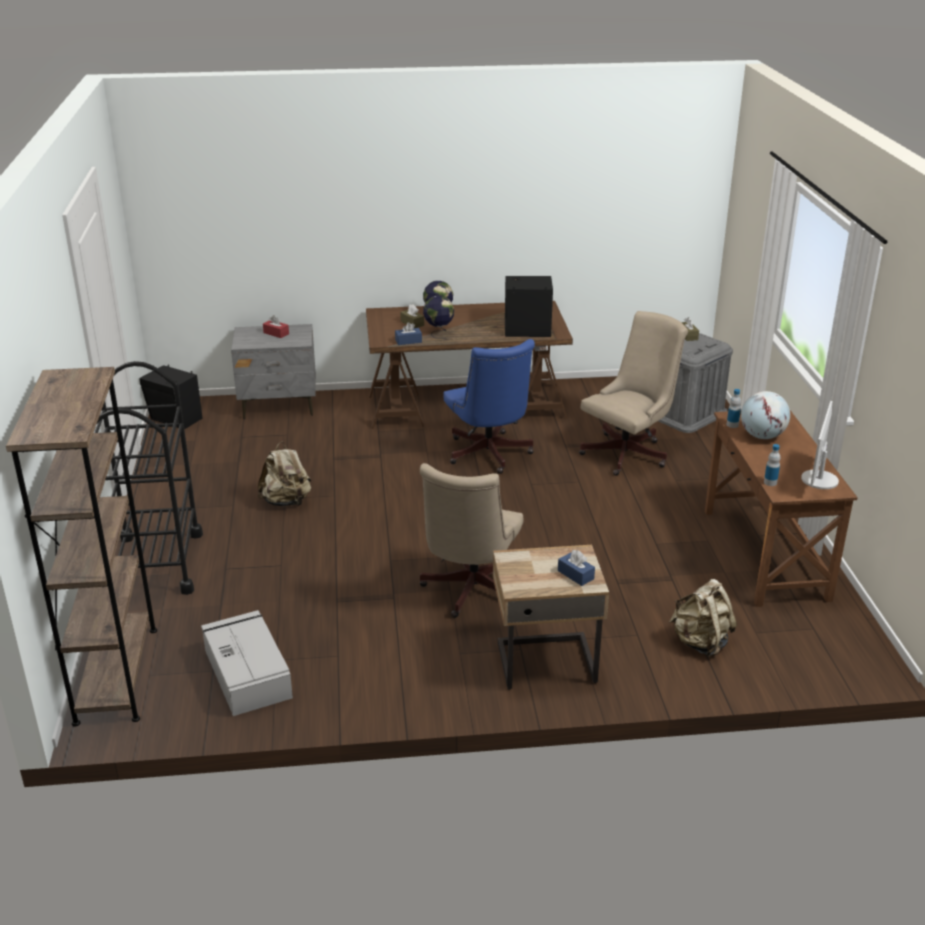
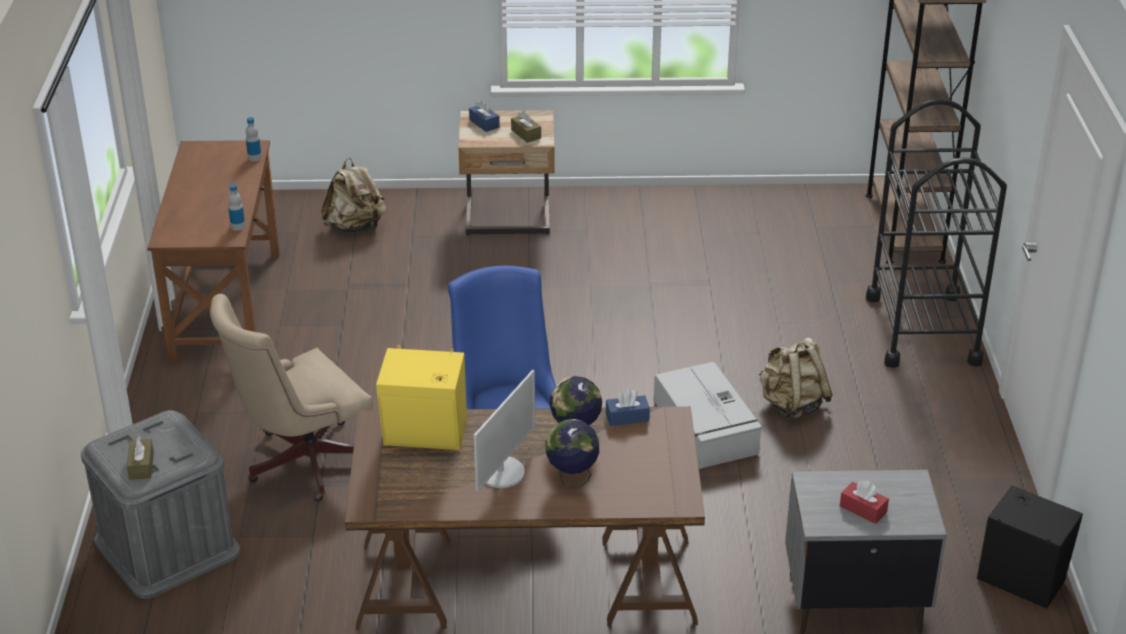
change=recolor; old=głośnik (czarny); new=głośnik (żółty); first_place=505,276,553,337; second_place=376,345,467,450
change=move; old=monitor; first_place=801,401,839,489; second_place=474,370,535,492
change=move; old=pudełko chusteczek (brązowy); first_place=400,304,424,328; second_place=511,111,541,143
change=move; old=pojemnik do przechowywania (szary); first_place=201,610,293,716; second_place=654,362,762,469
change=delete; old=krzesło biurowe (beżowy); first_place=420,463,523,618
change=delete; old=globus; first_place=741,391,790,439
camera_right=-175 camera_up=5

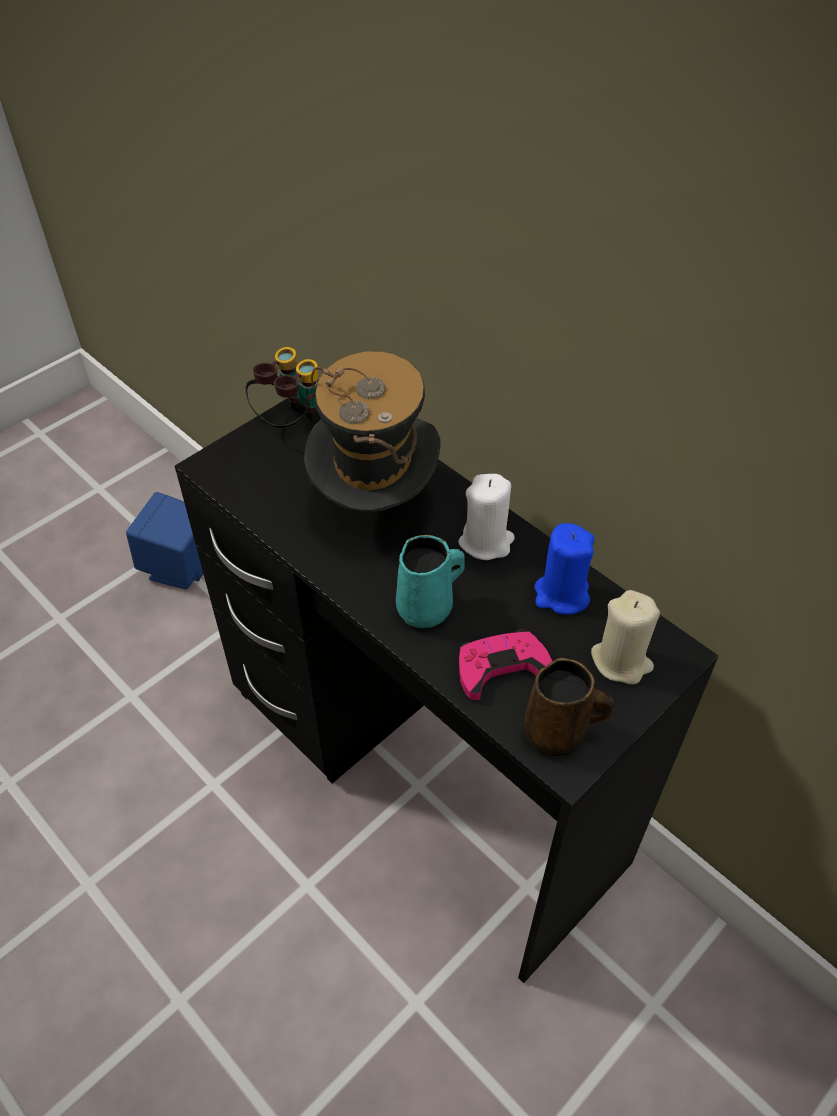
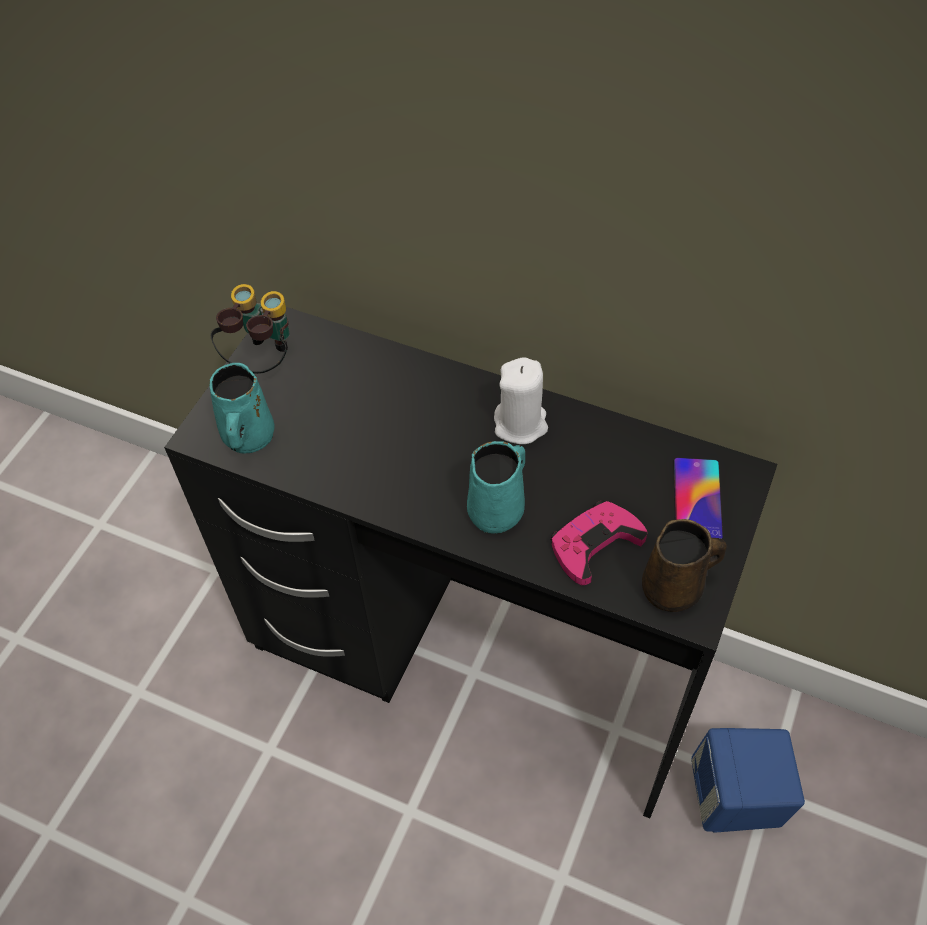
change=insert; new=kubek (turkusowy); second_place=210,363,275,454
change=replace; old=świeca (beżowy); new=telefon; first_place=591,590,660,685; second_place=674,458,723,539
change=move; old=głośnik (niebieski); first_place=126,492,203,589; second_place=691,728,805,833
change=delete; old=kapelusz; first_place=304,352,441,512
change=delete; old=świeca (niebieski); first_place=534,523,595,615
camera_right=-20 camera_up=5

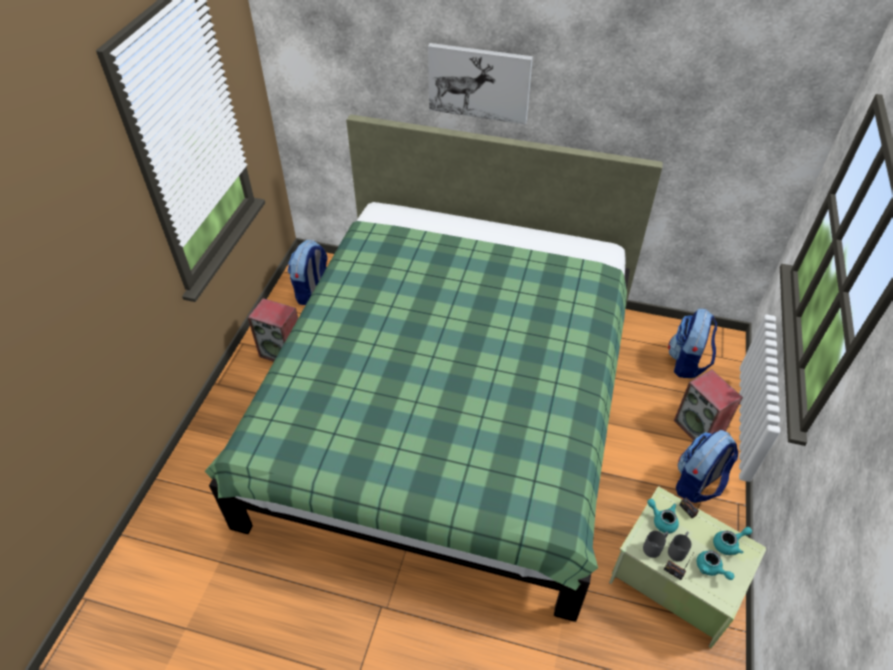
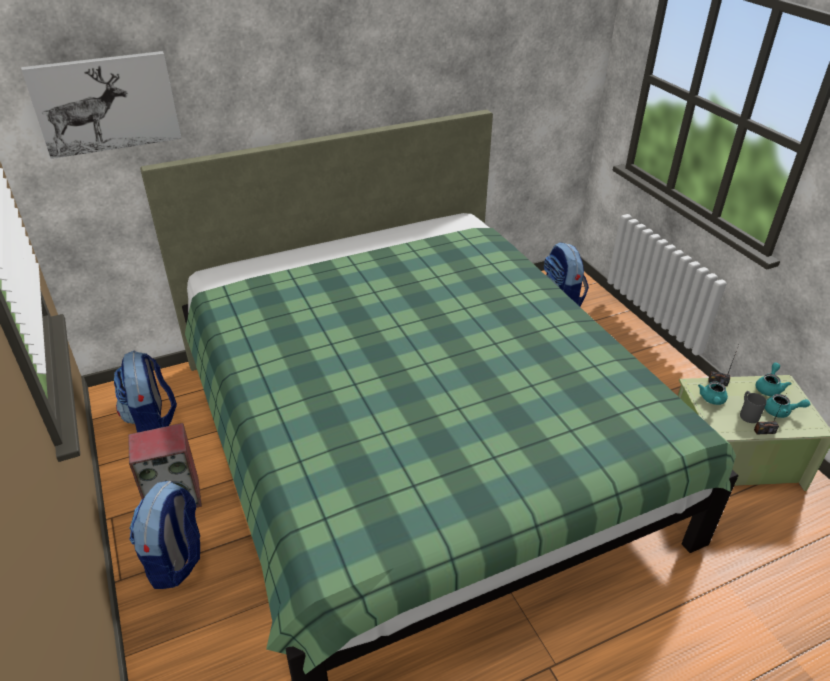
change=move; old=obraz; first_place=428,43,533,124; second_place=21,51,181,159
change=move; old=plecak; first_place=676,430,739,503; second_place=129,481,200,589
change=rotate; old=imbryk (turkusowy); first_place=647,499,679,533; second_place=698,381,728,405; degrees=-75
change=delete; old=kubek (szary); first_place=643,531,668,558
change=delete; old=głośnik; first_place=674,369,743,441
camera_right=-40 camera_up=-10

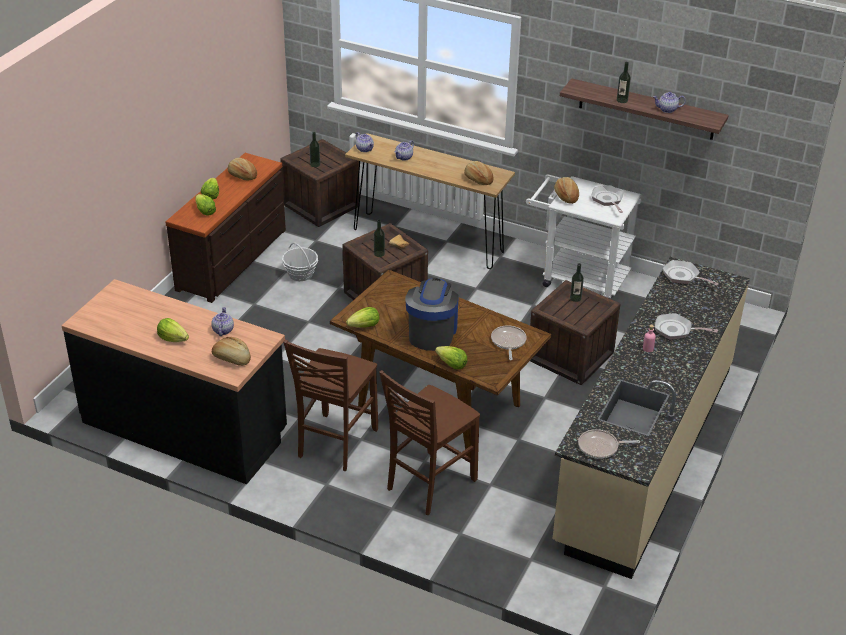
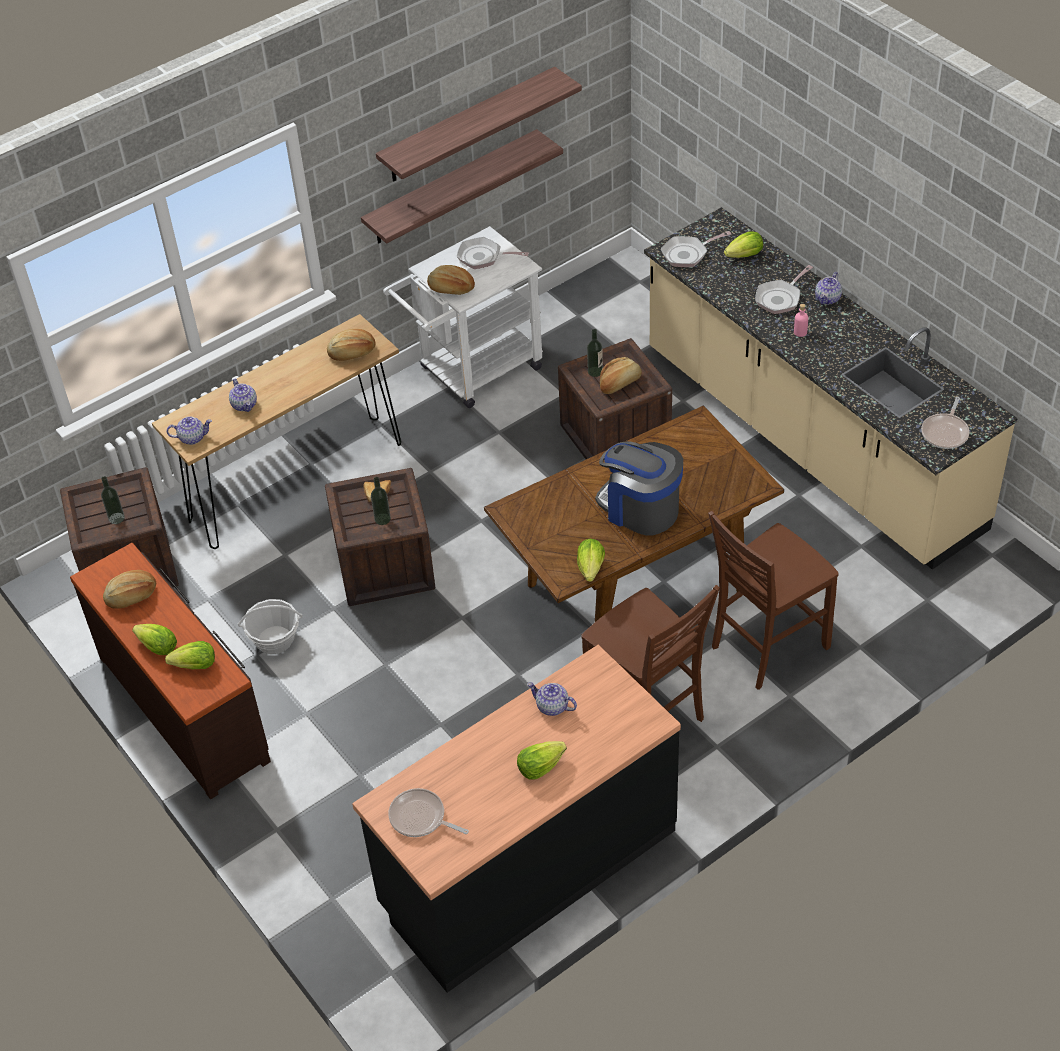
change=insert; new=półka; second_place=361,129,563,244
change=move; old=patelnia; first_place=491,325,527,360; second_place=388,788,469,837
change=move; old=chleb; first_place=212,337,251,366; second_place=600,357,642,394
change=rotate; old=krzesło (brązowy); first_place=379,370,480,515; second_place=708,511,839,690; degrees=75
change=move; old=sałata; first_place=435,346,467,369; second_place=724,231,763,258
change=move; old=imbryk; first_place=653,92,686,113; second_place=815,272,842,304
change=delete; old=butelka; first_place=617,62,631,103
camera_right=-60 camera_up=10

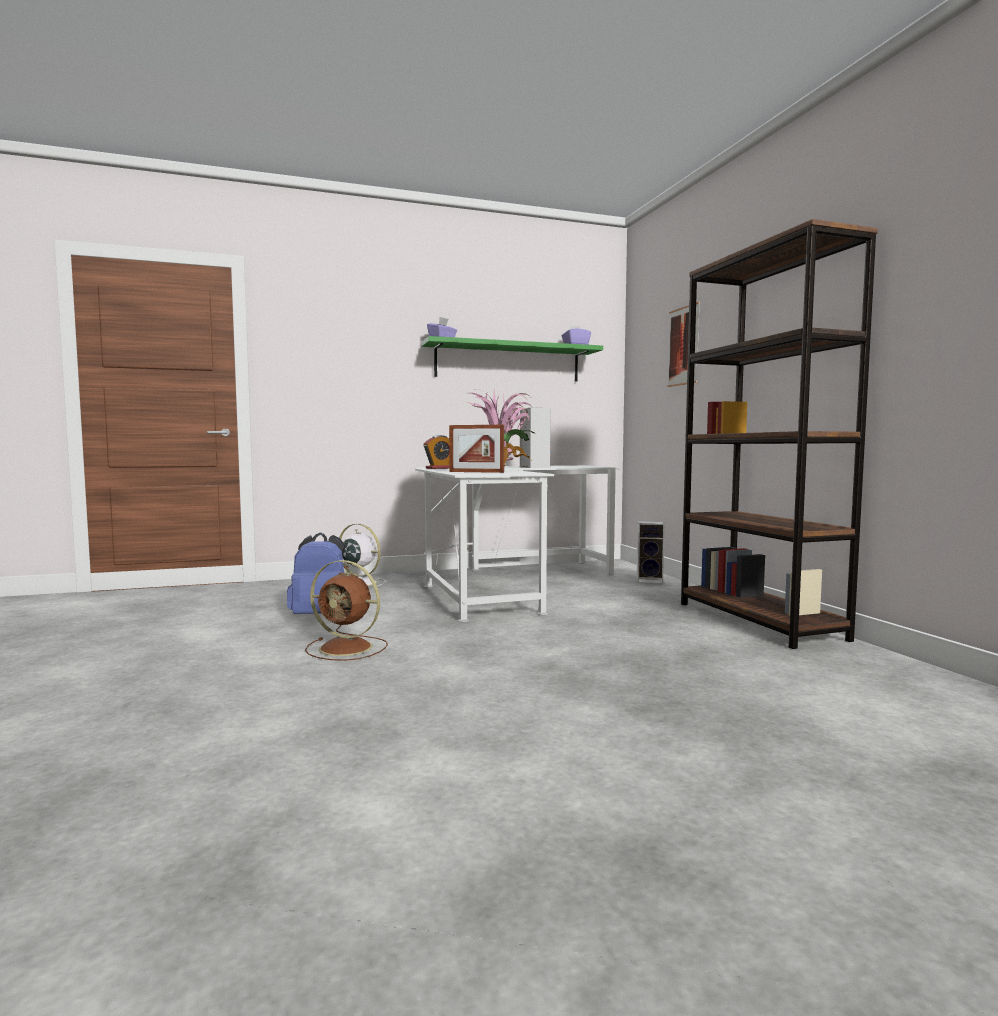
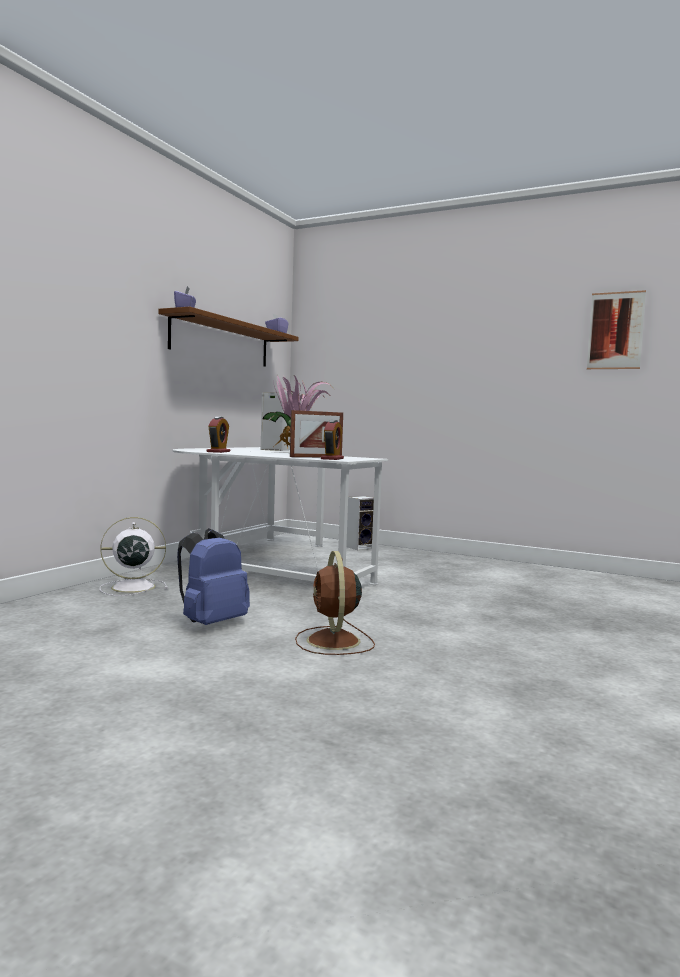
change=recolor; old=półka (zielony); new=półka (brązowy); first_place=421,336,603,382; second_place=158,307,299,367
change=rotate; old=wentylator (brązowy); first_place=305,560,388,661; second_place=295,551,375,655; degrees=105
change=insert; new=budzik; second_place=321,420,344,460
change=move; old=obraz; first_place=667,302,700,387; second_place=587,290,646,369
change=delete; old=regał (brązowy); first_place=681,219,878,649
camera_right=-45 camera_up=0

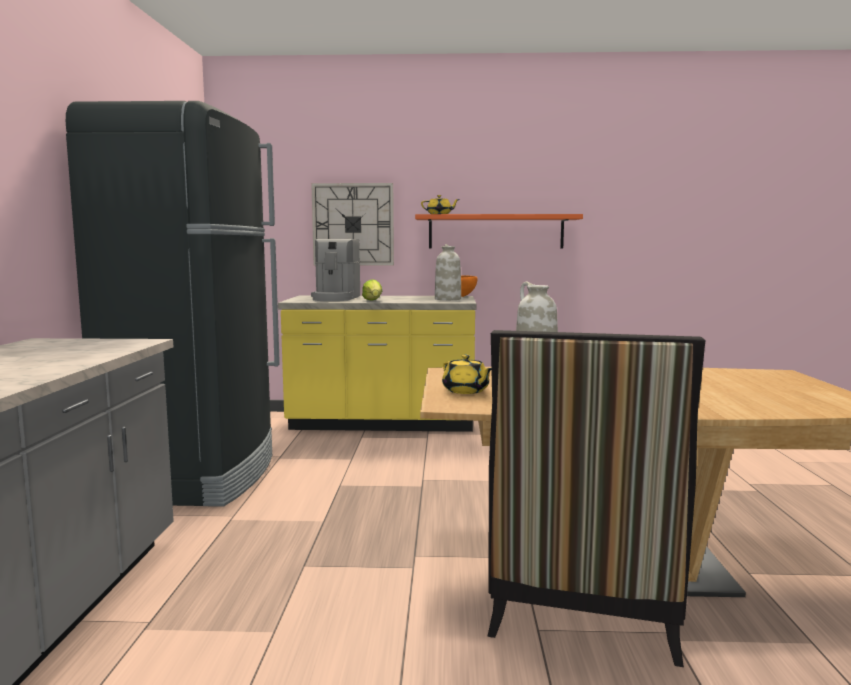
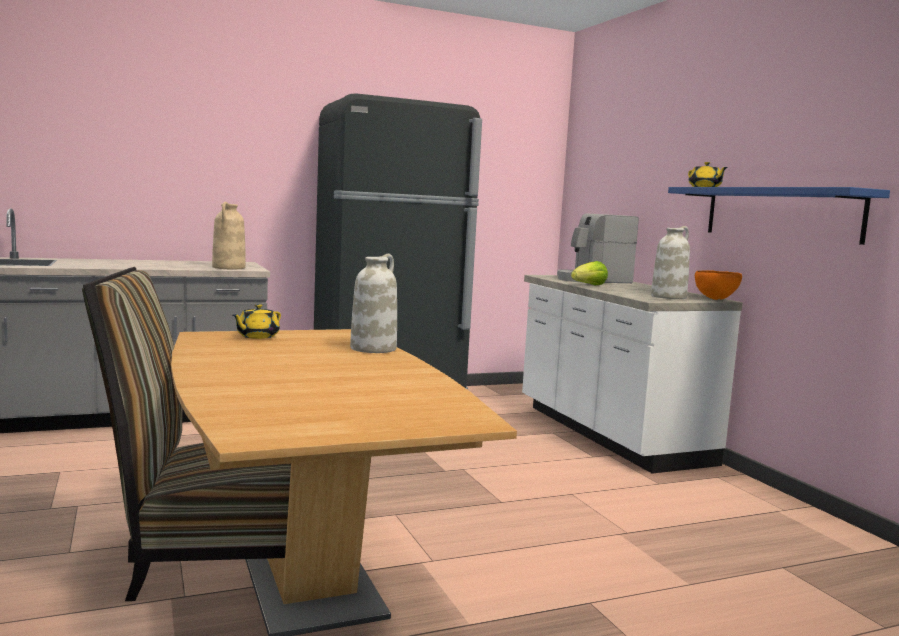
change=insert; new=wazon (beżowy); second_place=212,202,246,269
change=recolor; old=zabudowa kuchenna (żółty); new=zabudowa kuchenna (biały); first_place=278,295,476,432; second_place=522,275,743,474
change=recolor; old=półka (pomarańczowy); new=półka (niebieski); first_place=415,214,583,248; second_place=668,187,890,245
change=delete; old=zegar ścienny; first_place=311,183,394,266
camera_right=65 camera_up=0

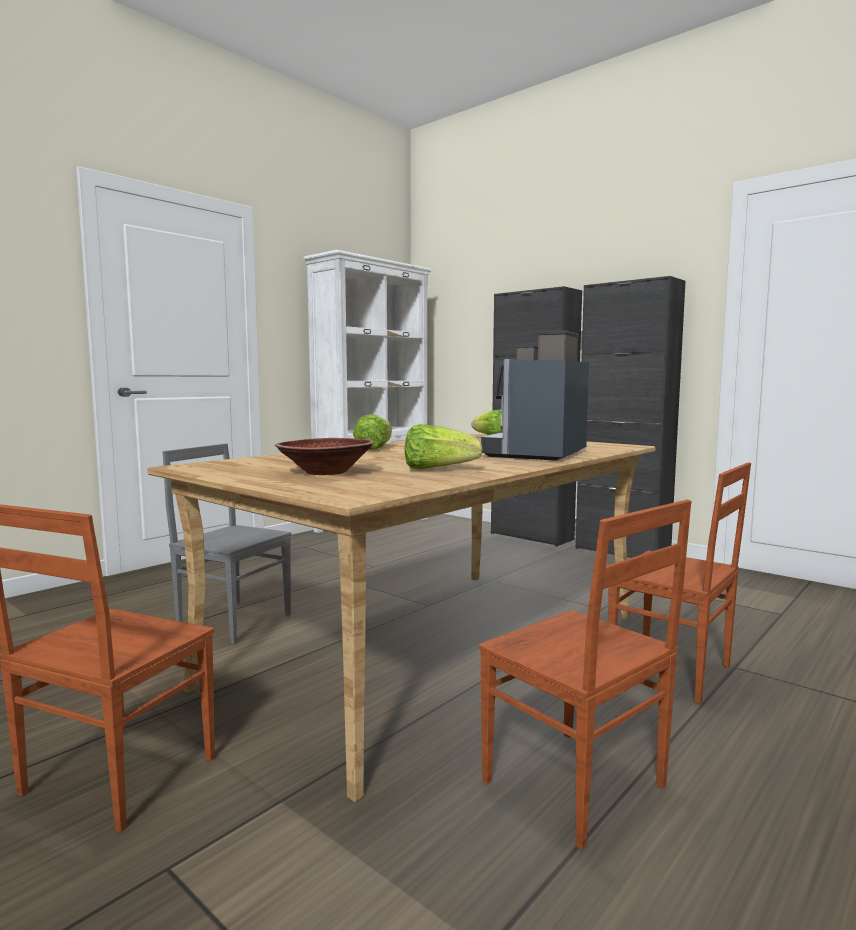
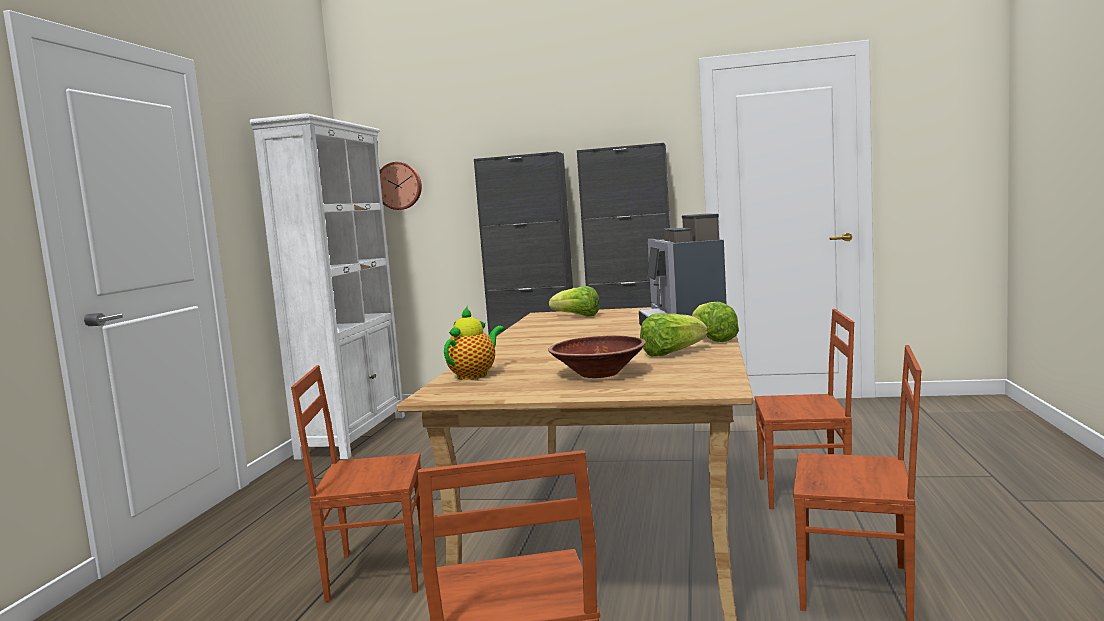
change=recolor; old=krzesło (szary); new=krzesło (brązowy); first_place=162,443,291,644; second_place=291,365,421,602
change=insert; new=zegar ścienny; second_place=380,162,422,210
change=insert; new=imbryk; second_place=444,306,504,380
change=move; old=sałata; first_place=353,414,392,450; second_place=692,302,739,342
camera_right=-30 camera_up=0

